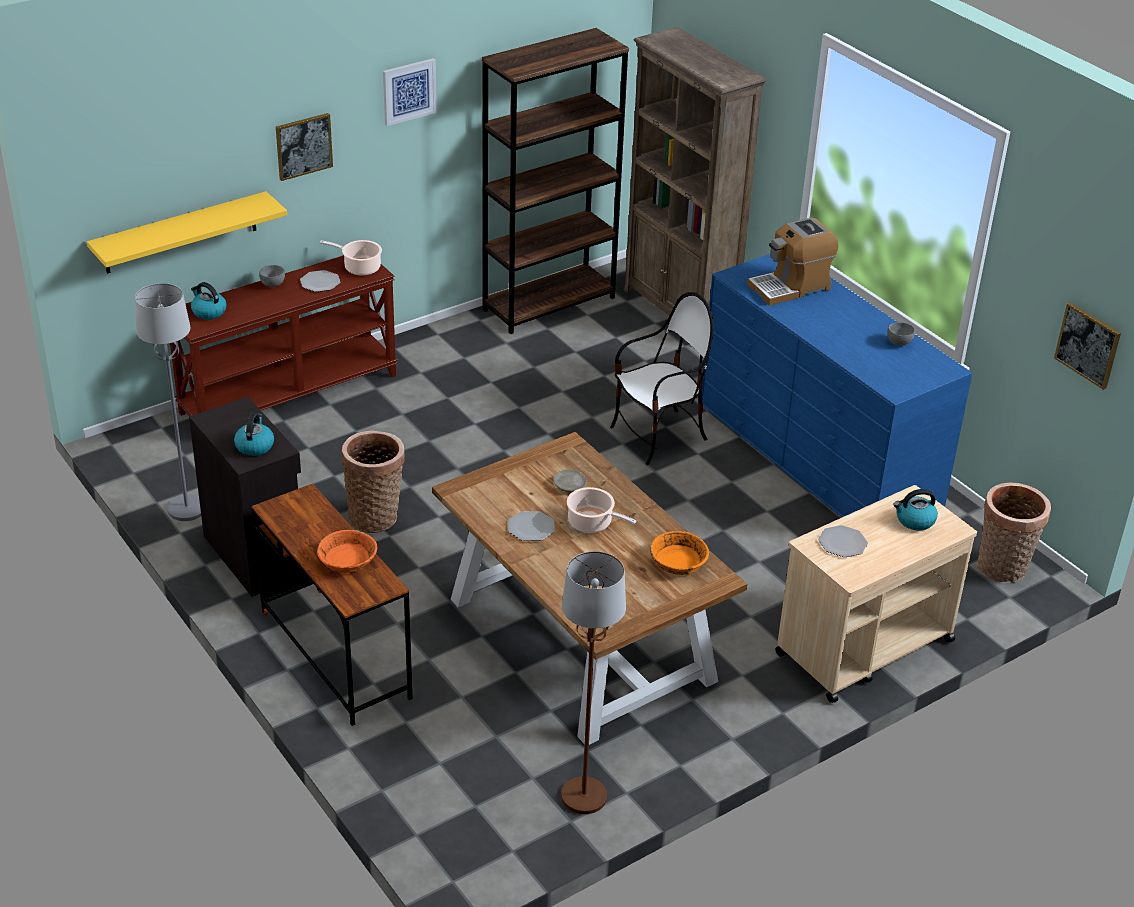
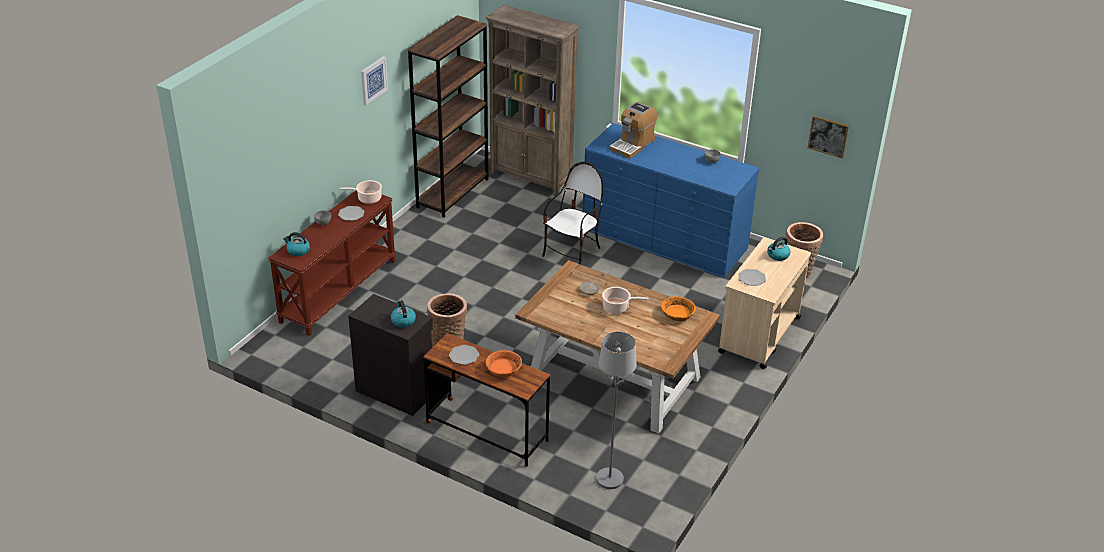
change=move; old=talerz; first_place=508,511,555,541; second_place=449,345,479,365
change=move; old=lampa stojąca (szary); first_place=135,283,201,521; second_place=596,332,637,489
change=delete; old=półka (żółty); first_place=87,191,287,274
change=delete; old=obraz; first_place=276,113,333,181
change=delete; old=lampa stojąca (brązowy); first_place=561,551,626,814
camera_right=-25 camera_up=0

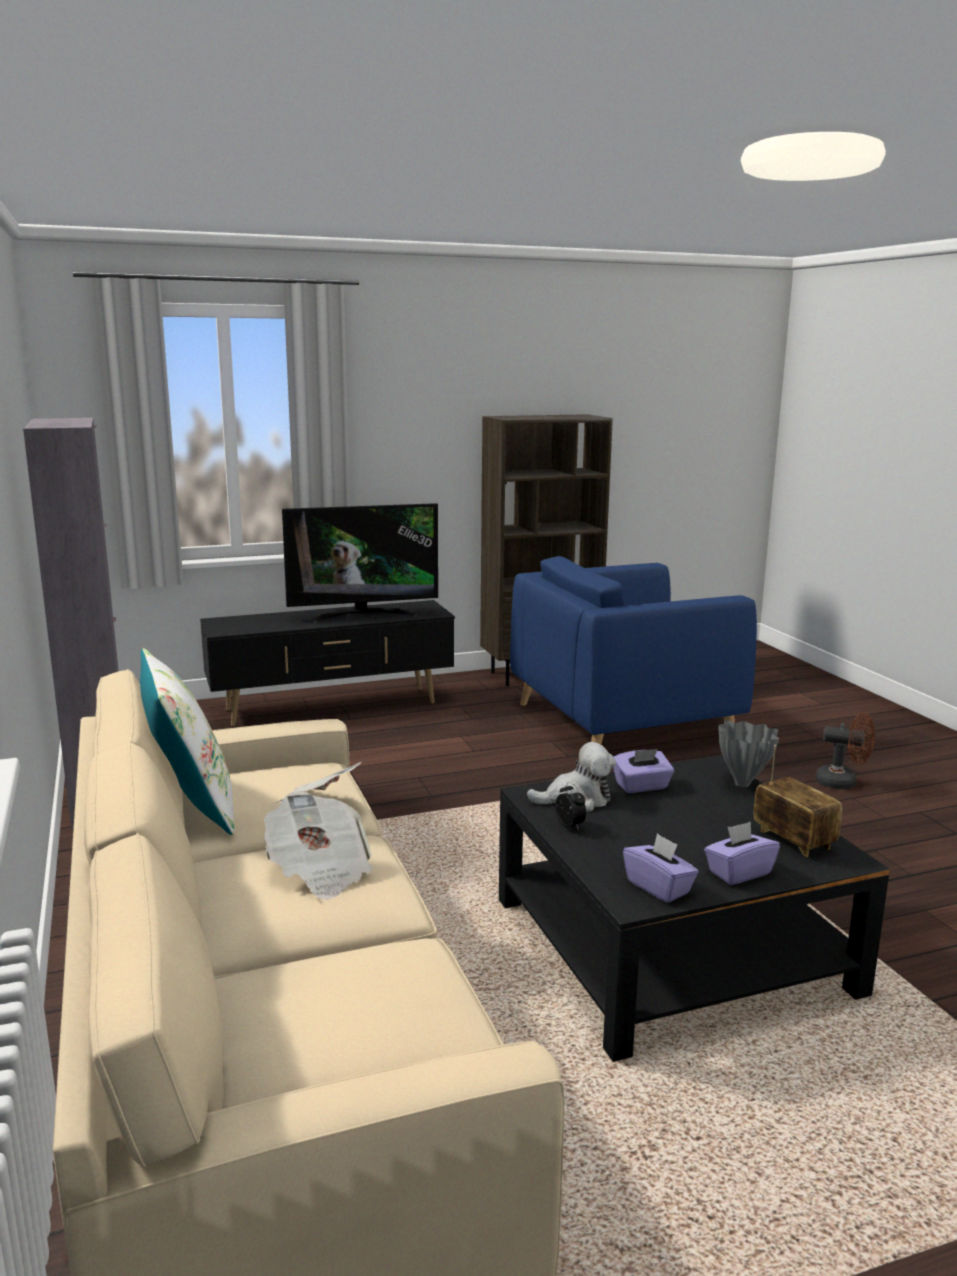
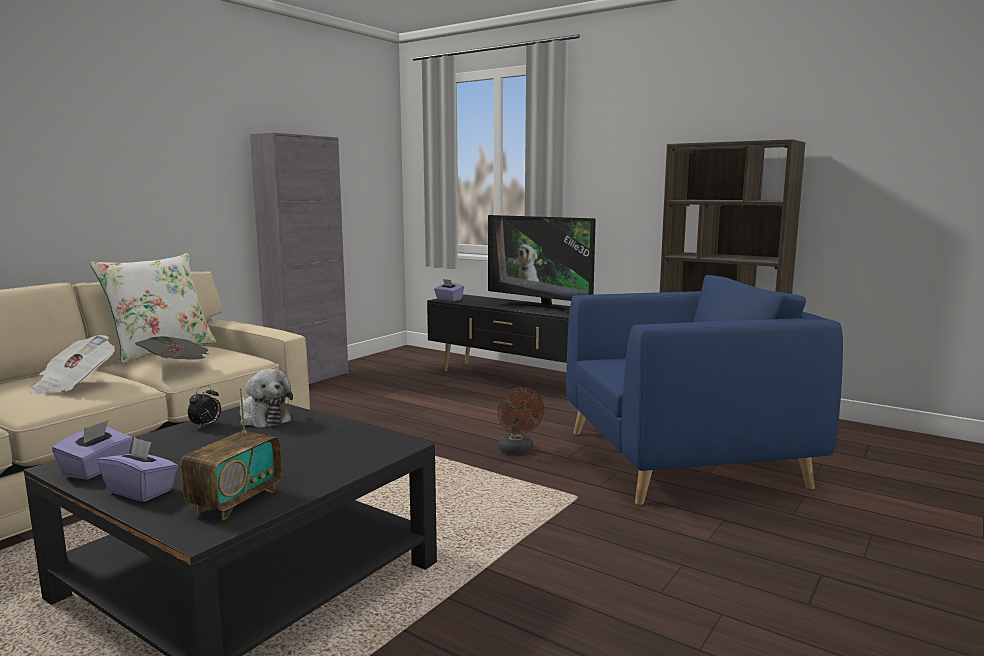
change=move; old=pudełko chusteczek (fioletowy); first_place=613,749,674,793; second_place=434,279,464,301
change=move; old=wentylator (brązowy); first_place=816,713,875,789; second_place=497,387,544,455
change=rotate; old=fotel (niebieski); first_place=510,556,757,744; second_place=566,275,843,505; degrees=135
change=delete; old=wazon (szary); first_place=718,720,779,787
camera_right=55 camera_up=-5

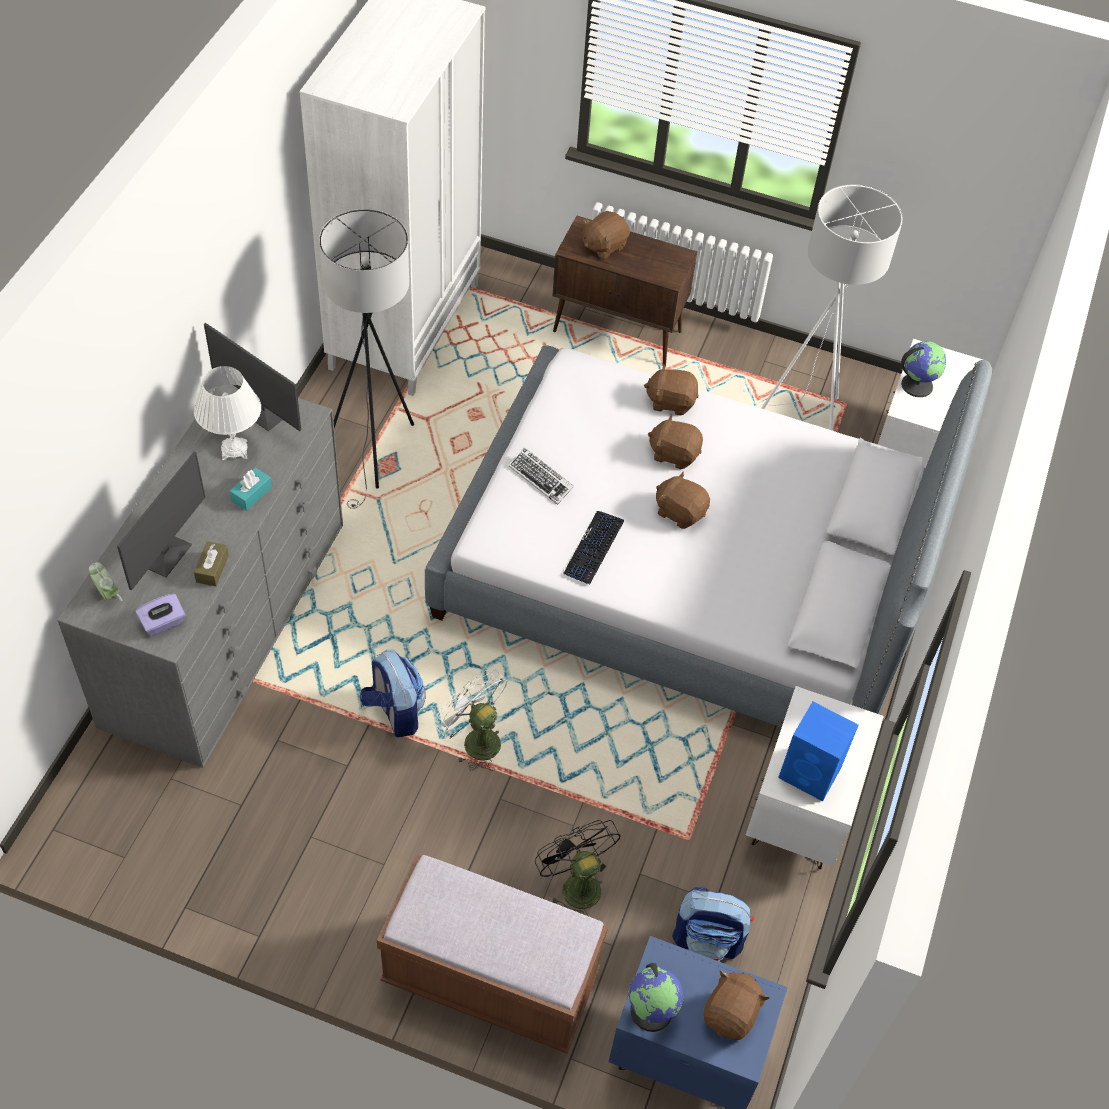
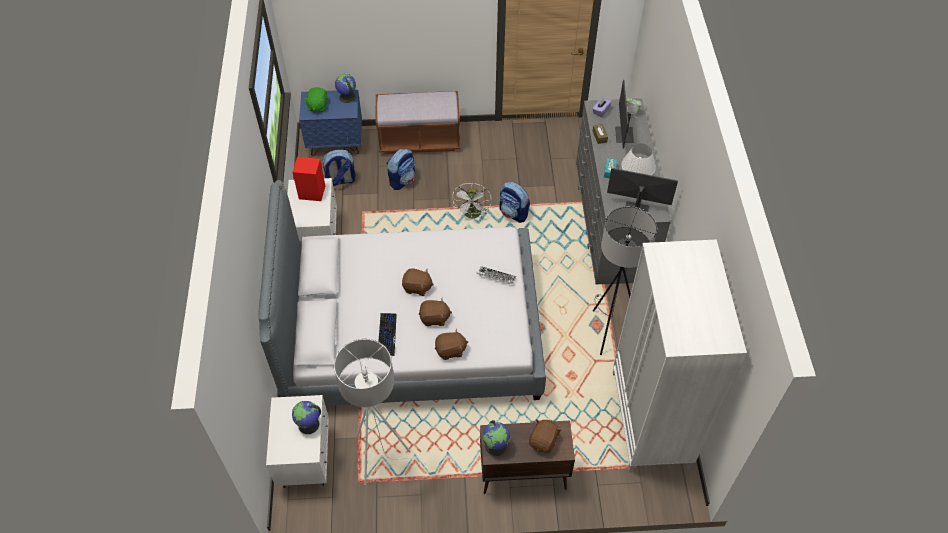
change=recolor; old=głośnik (niebieski); new=głośnik (czerwony); first_place=778,701,859,802; second_place=292,157,325,201
change=recolor; old=pluszak (brązowy); new=pluszak (zielony); first_place=704,971,770,1040; second_place=304,87,327,112
change=move; old=klawiatura; first_place=563,511,624,585; second_place=378,313,397,356
change=replace; old=wentylator (czarny); new=plecak; first_place=535,820,621,915; second_place=387,149,415,190
change=rotate; old=wentylator (biały); first_place=435,670,507,771; second_place=452,183,492,218; degrees=75
change=insert; new=globus; second_place=482,420,510,456
camera_right=160 camera_up=0

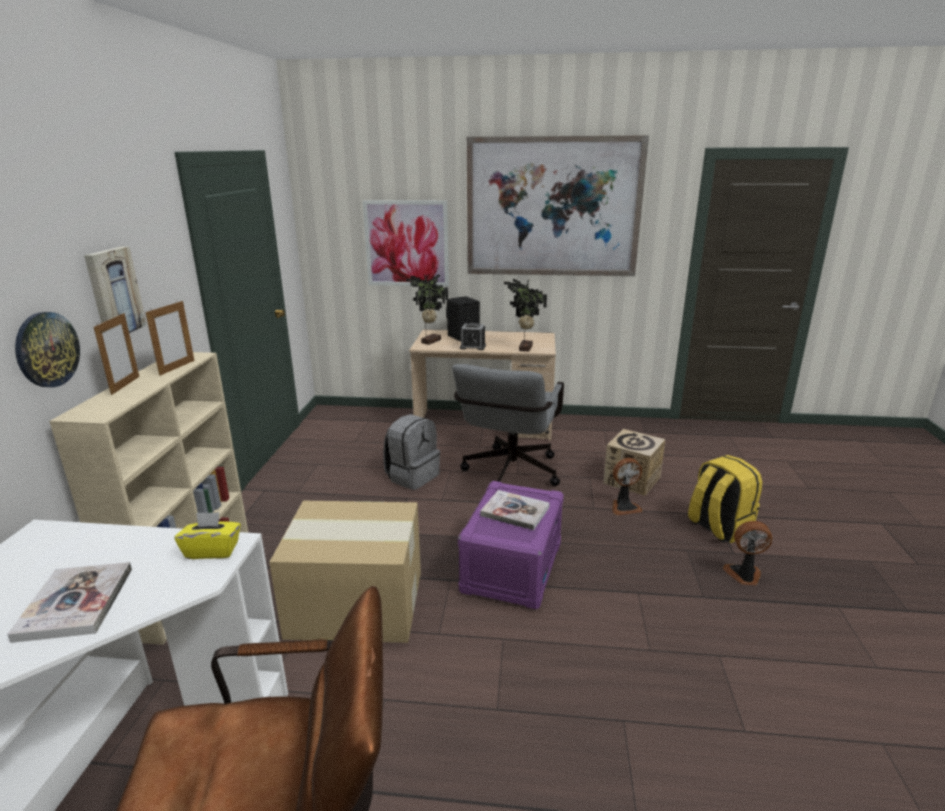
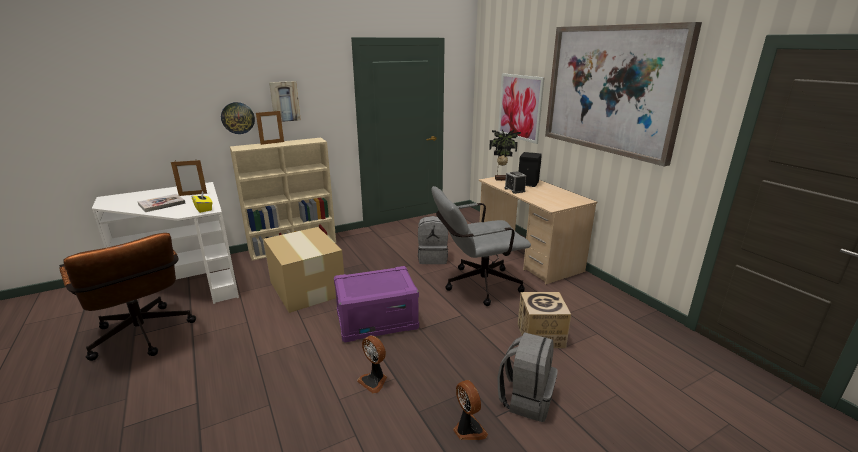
change=move; old=ramka na zdjęcie; first_place=145,300,194,376; second_place=171,160,207,196
change=move; old=wentylator; first_place=612,458,642,515; second_place=357,335,387,394
change=recolor; old=plecak (żółty); new=plecak (szary); first_place=688,455,762,543; second_place=498,332,557,422
change=delete; old=książka; first_place=480,490,550,530
change=delete; old=roślina doniczkowa; first_place=504,279,547,352
camera_right=55 camera_up=0

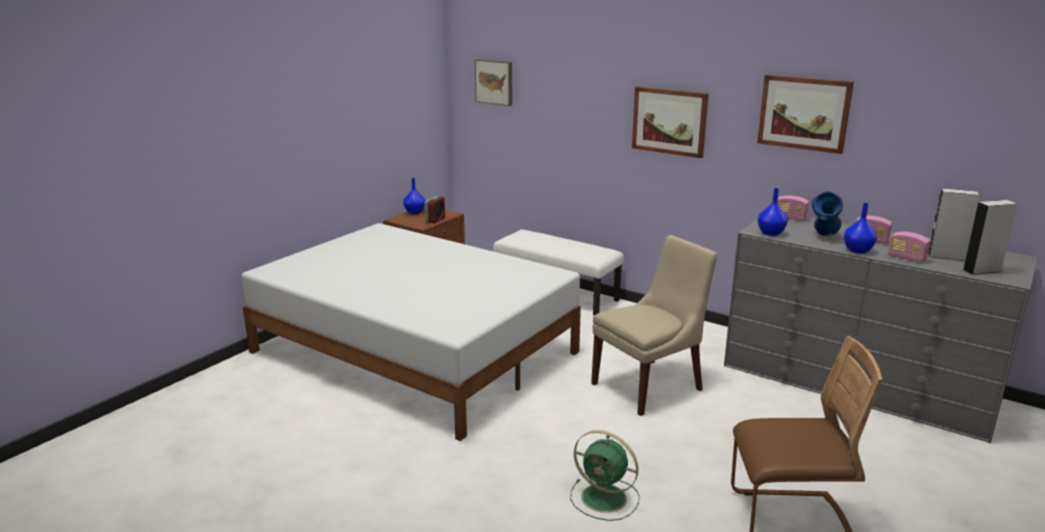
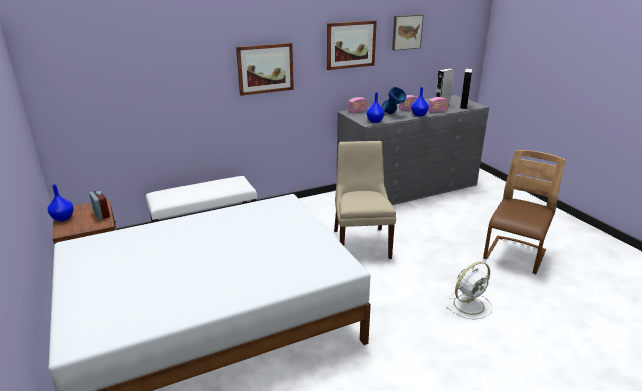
change=move; old=obraz; first_place=475,59,512,106; second_place=392,14,424,51
change=recolor; old=wentylator (zielony); new=wentylator (biały); first_place=570,430,640,521; second_place=446,262,493,319
camera_right=-60 camera_up=5

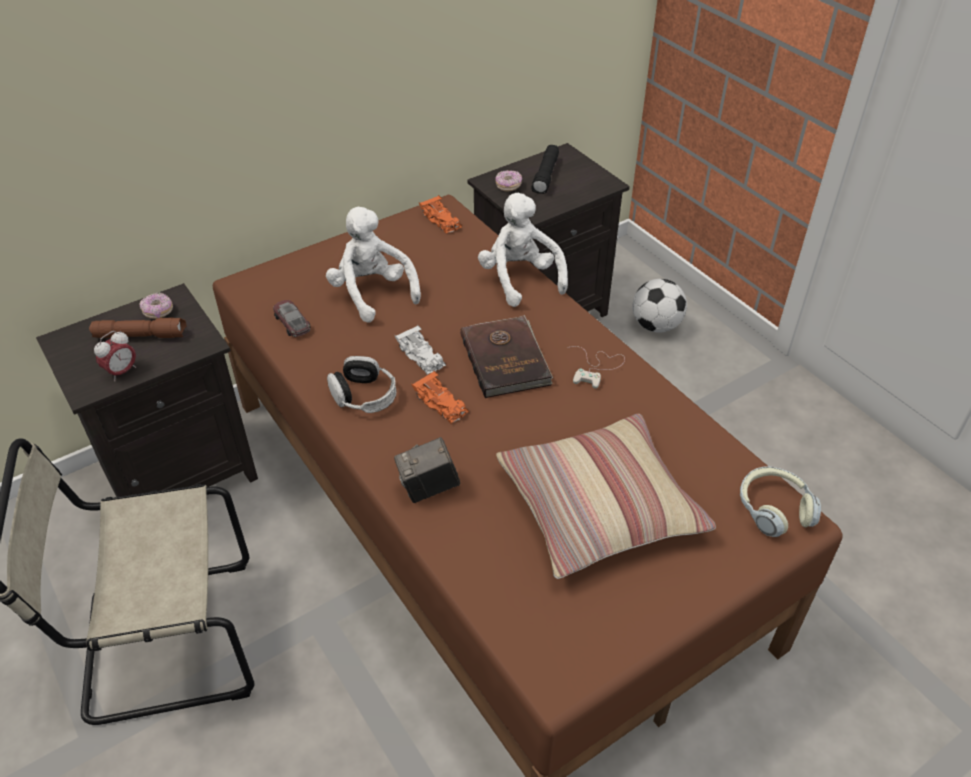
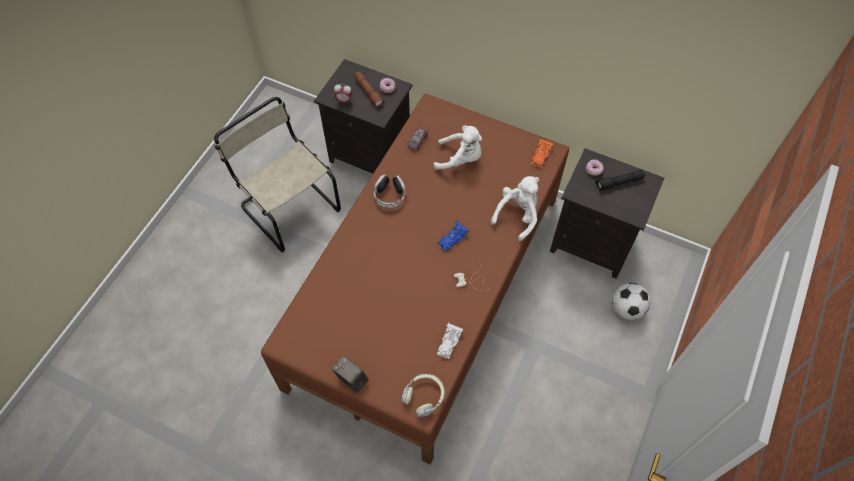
change=move; old=aparat fotograficzny; first_place=394,437,460,503; second_place=332,356,369,393
change=rotate; old=pluszak (biały); first_place=326,207,421,323; second_place=433,125,482,170; degrees=75
change=move; old=samochodzik (biały); first_place=395,324,446,375; second_place=437,323,464,359
change=replace; old=książka (brązowy); new=samochodzik (niebieski); first_place=460,315,553,398; second_place=438,221,469,252
change=delete; old=samochodzik (pomarańczowy); first_place=411,370,469,423
change=delete; old=poduszka; first_place=496,413,716,579
camera_right=60 camera_up=15

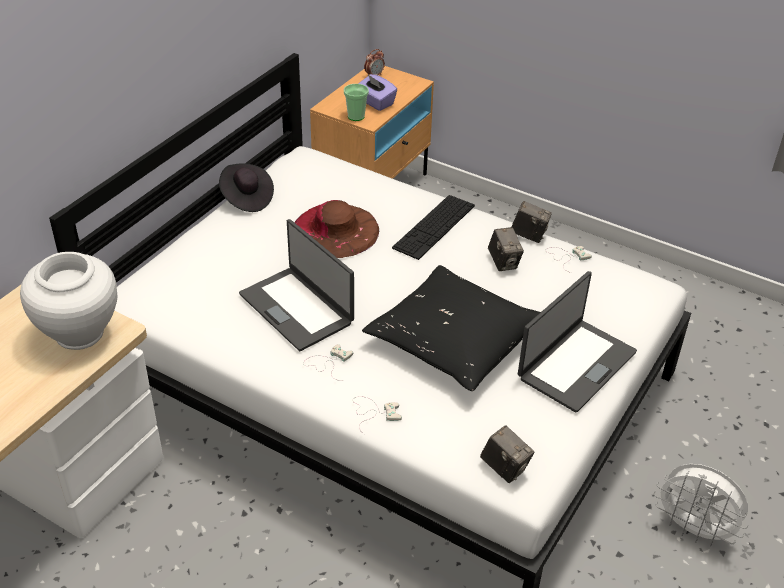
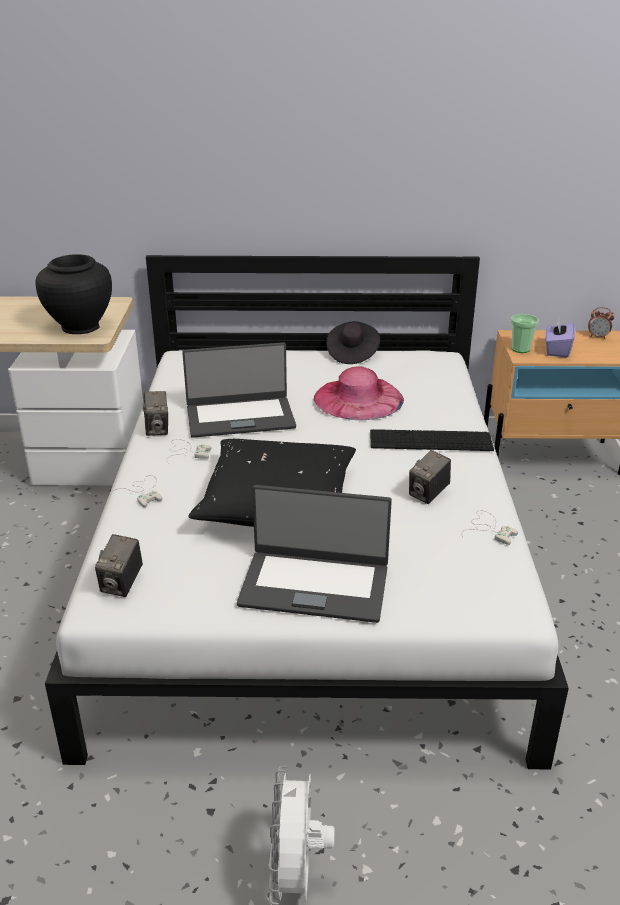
change=recolor; old=wazon (biały); new=wazon (czarny); first_place=20,252,117,350; second_place=35,254,112,334
change=move; old=aparat fotograficzny; first_place=511,201,552,243; second_place=142,391,168,436
change=rotate; old=laptop; first_place=239,219,354,351; second_place=182,342,296,438; degrees=-120
change=recolor; old=kapelusz (brązowy); new=kapelusz (różowy); first_place=294,200,379,258; second_place=314,366,404,420
camera_right=60 camera_up=-10

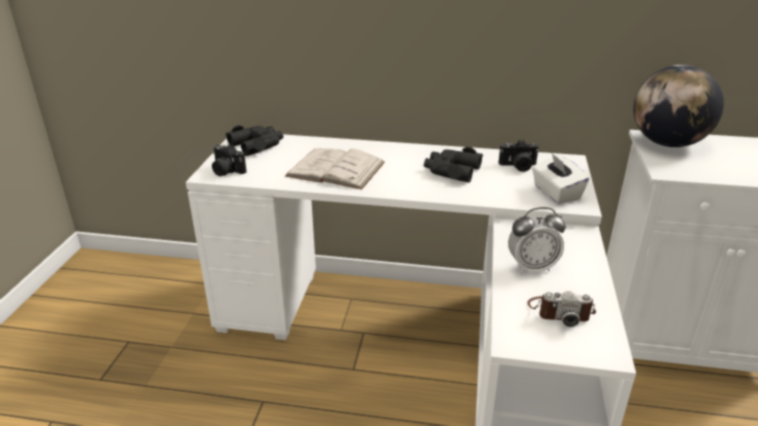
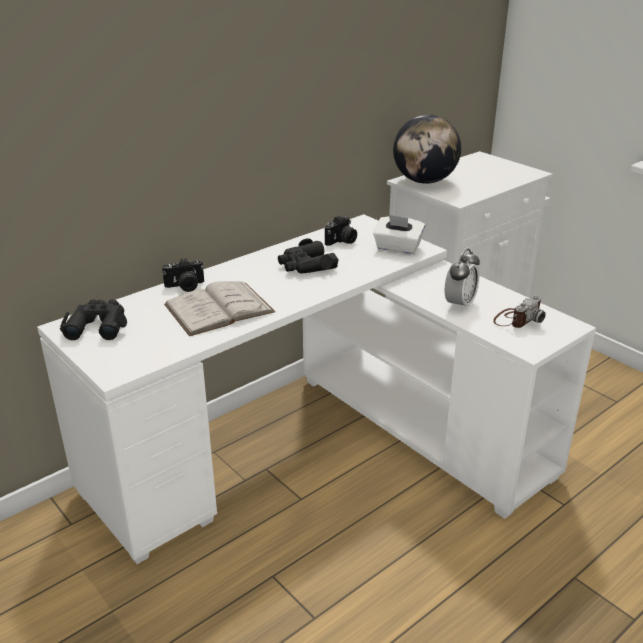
change=move; old=aparat fotograficzny; first_place=212,144,247,176; second_place=162,258,204,292
camera_right=-50 camera_up=0

